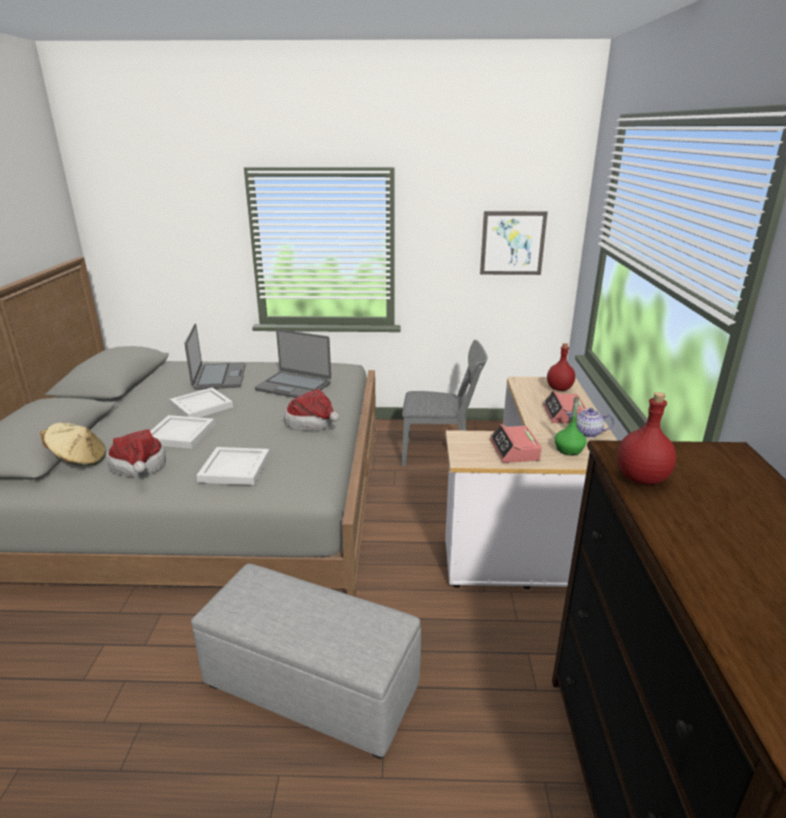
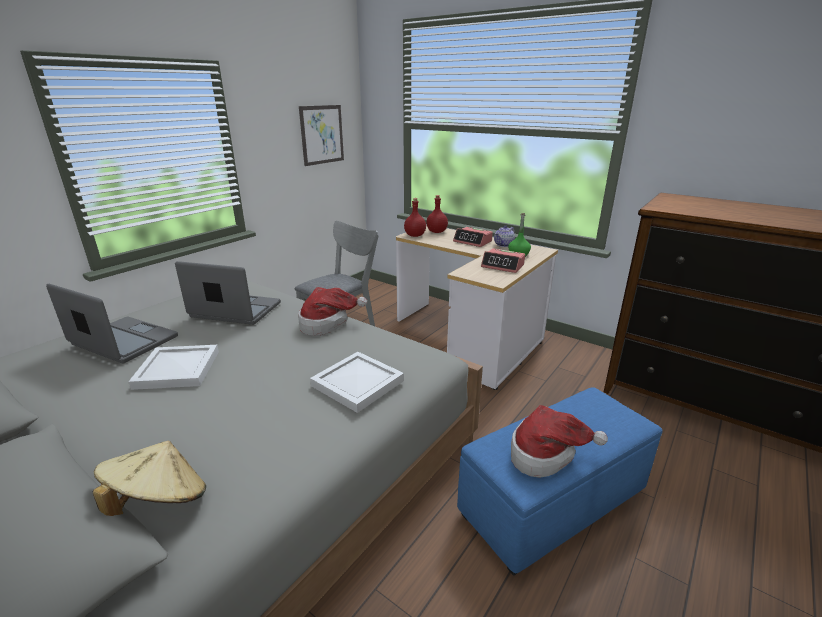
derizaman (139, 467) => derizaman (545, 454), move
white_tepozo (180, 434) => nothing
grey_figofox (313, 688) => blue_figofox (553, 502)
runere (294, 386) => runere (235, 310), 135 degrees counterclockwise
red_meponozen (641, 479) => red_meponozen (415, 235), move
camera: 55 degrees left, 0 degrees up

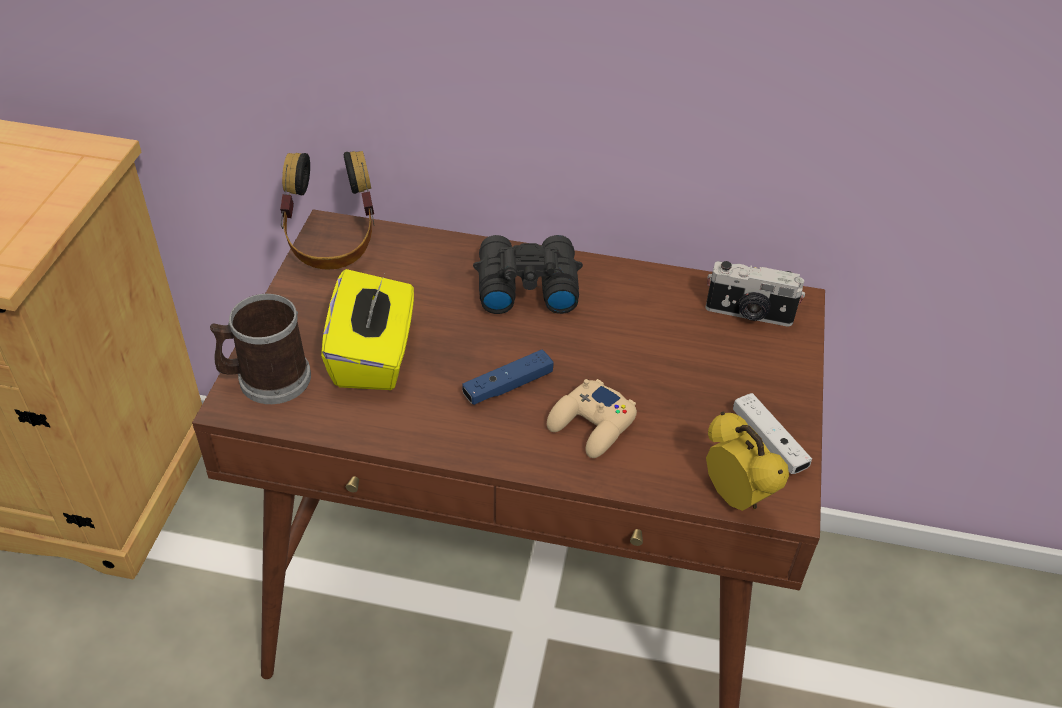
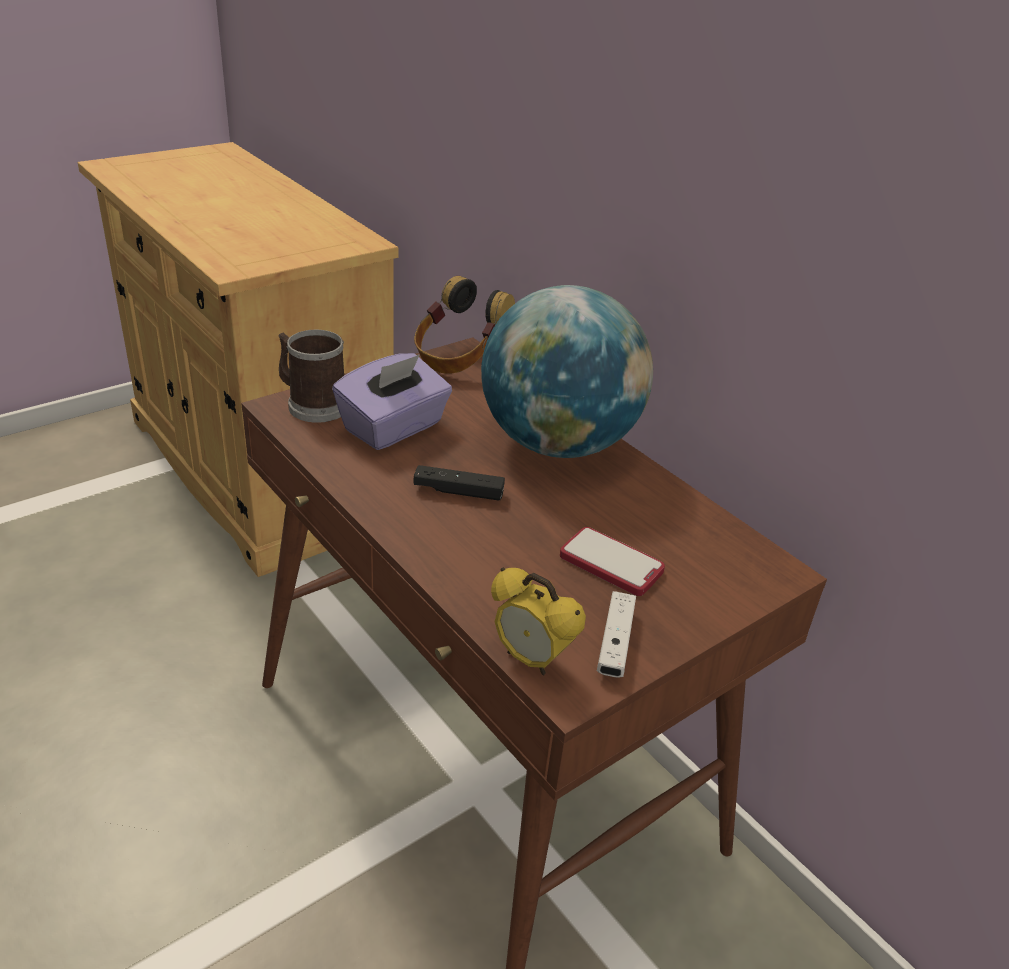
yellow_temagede (374, 356) => purple_temagede (394, 428)
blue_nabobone (508, 386) => black_nabobone (458, 491)
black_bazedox (525, 285) => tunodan (558, 444)
beige_nabobone (592, 425) => nothing
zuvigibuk (749, 314) => nothing
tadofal (735, 497) => tadofal (531, 659), 120 degrees clockwise
nothing => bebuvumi (611, 563)
camera: 40 degrees right, 10 degrees down

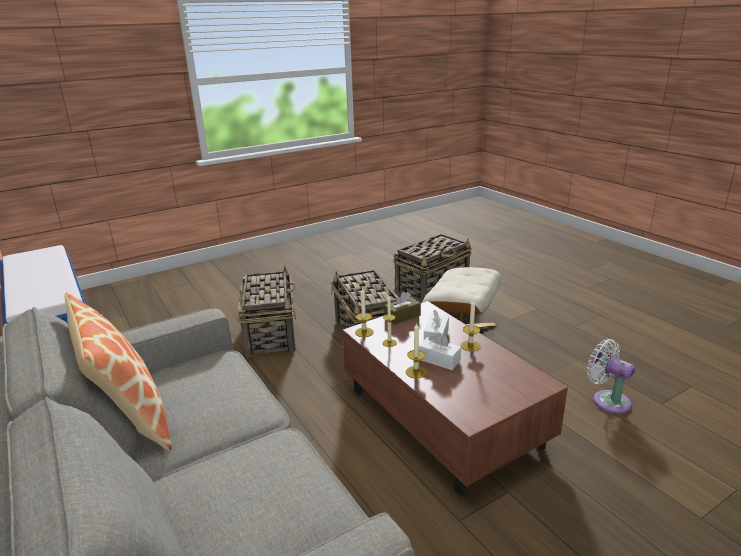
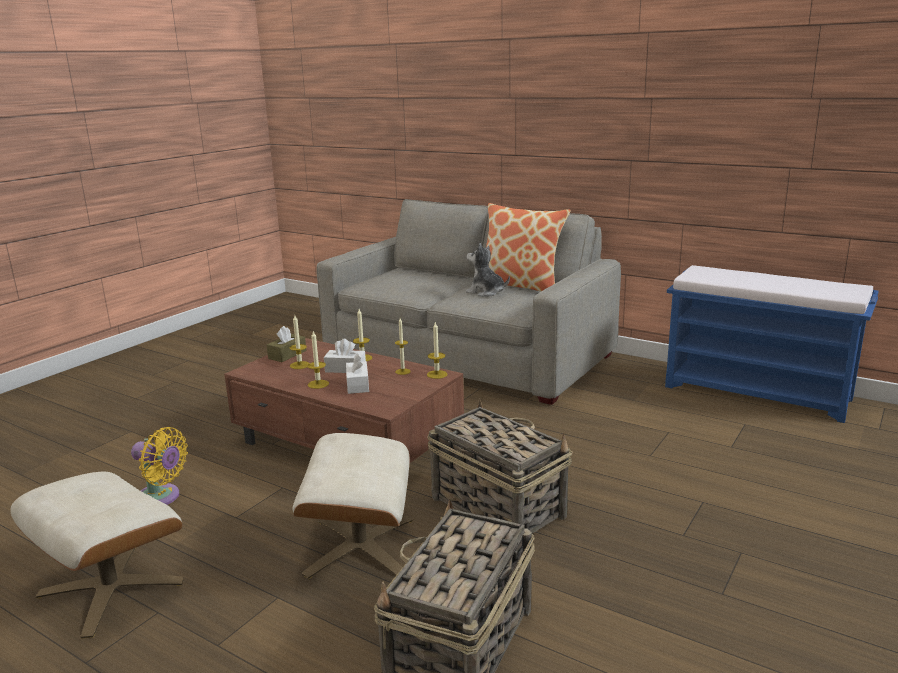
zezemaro (271, 333) => nothing
brown_temagede (402, 316) => brown_temagede (287, 355), move
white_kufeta (607, 400) => yellow_kufeta (161, 498)
nothing => beige_figofox (110, 588)
nothing => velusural (300, 365)
nothing => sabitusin (486, 292)
camera: 155 degrees right, 5 degrees down

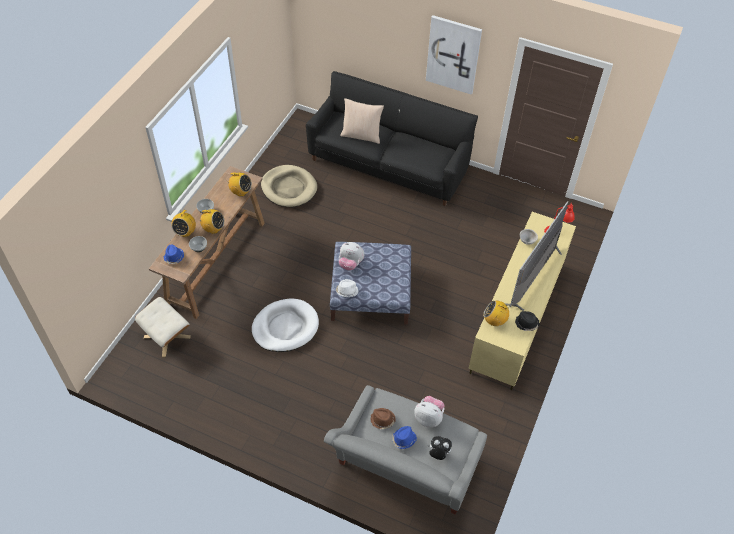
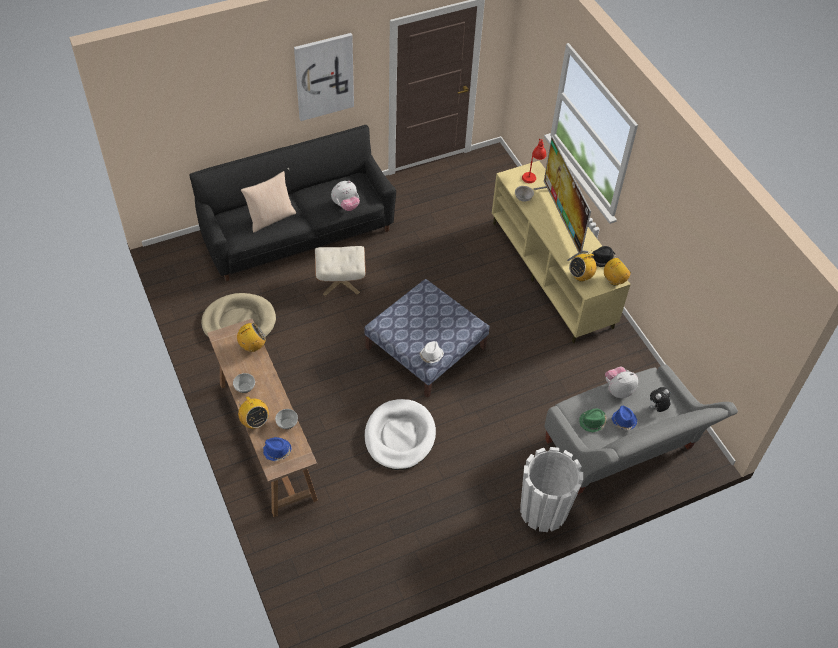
beige_figofox (167, 337) => beige_figofox (341, 281), move
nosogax (213, 229) => nosogax (614, 280), move
sabitusin (350, 264) => sabitusin (346, 205), move
brown_derizaman (382, 420) => green_derizaman (592, 422)
nothing => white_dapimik (543, 510)
camera: 50 degrees left, 0 degrees up

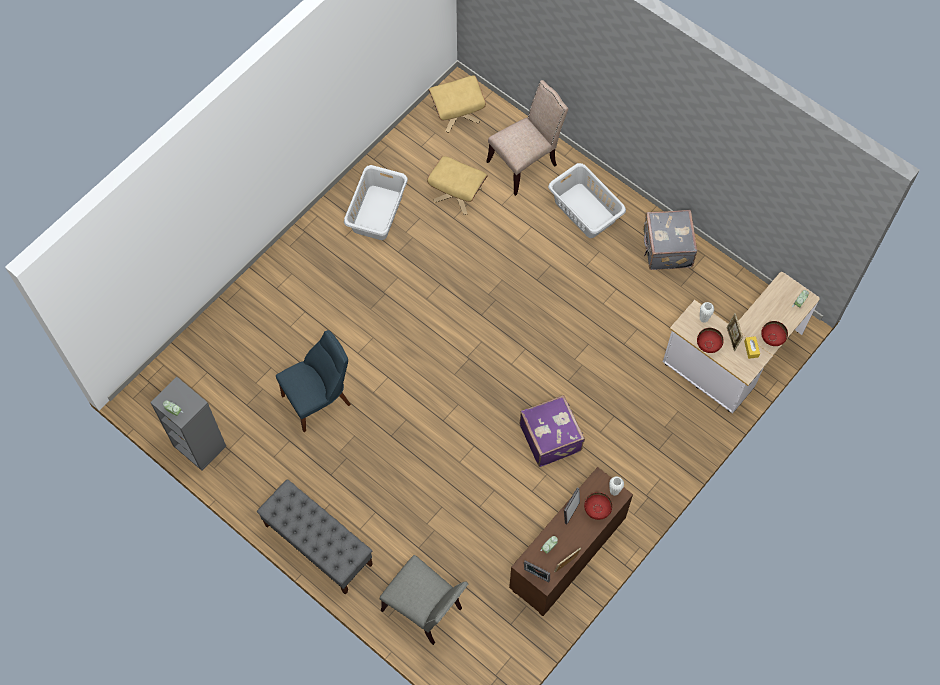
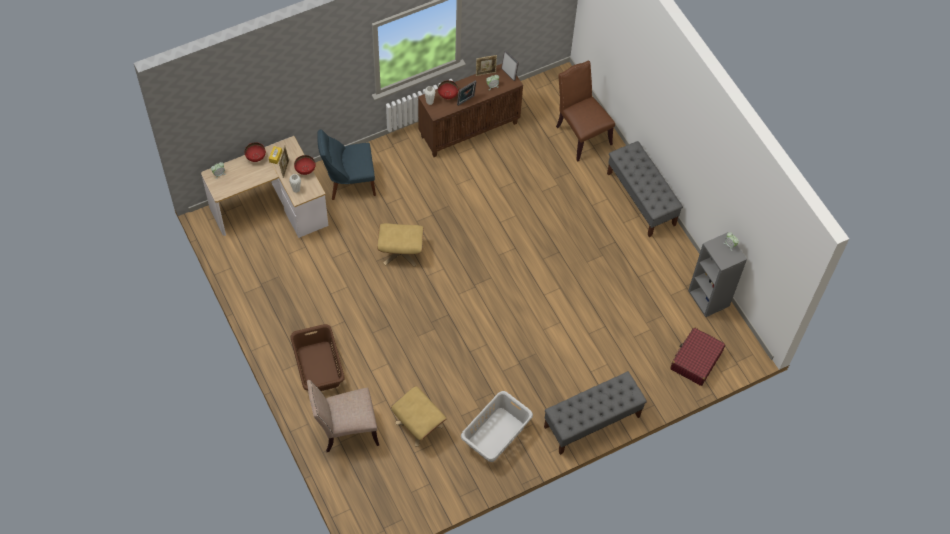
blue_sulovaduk (319, 399) => blue_sulovaduk (349, 183), move
grey_sulovaduk (425, 609) => brown_sulovaduk (581, 134)
beige_figofox (457, 113) => beige_figofox (401, 252), move
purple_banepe (551, 437) => nothing
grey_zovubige (585, 210) => brown_zovubige (318, 367)
grey_banepe (666, 249) => nothing
nothing => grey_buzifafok (591, 422)
nothing => red_banepe (696, 360)
camera: 160 degrees left, 5 degrees down

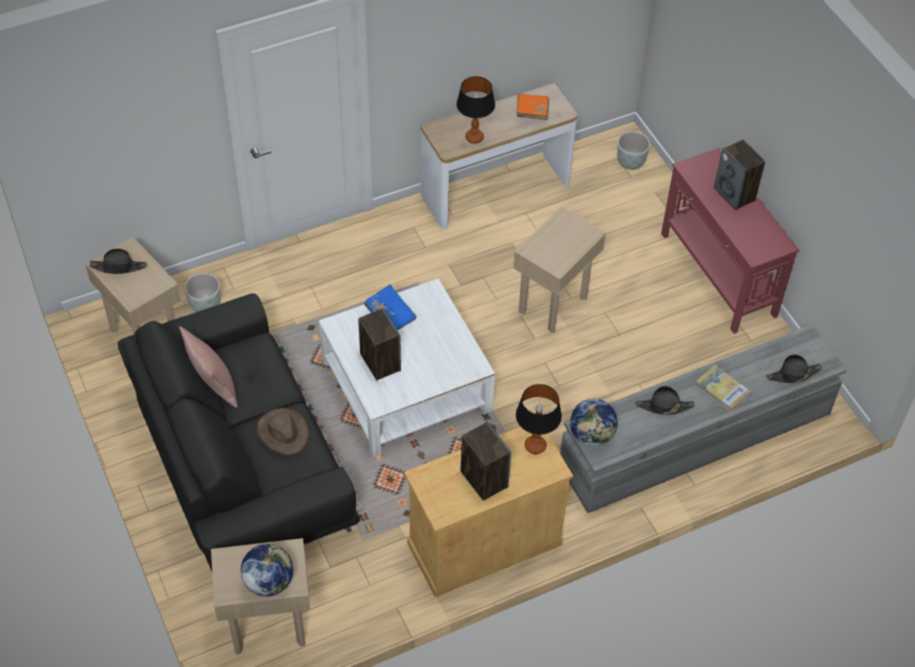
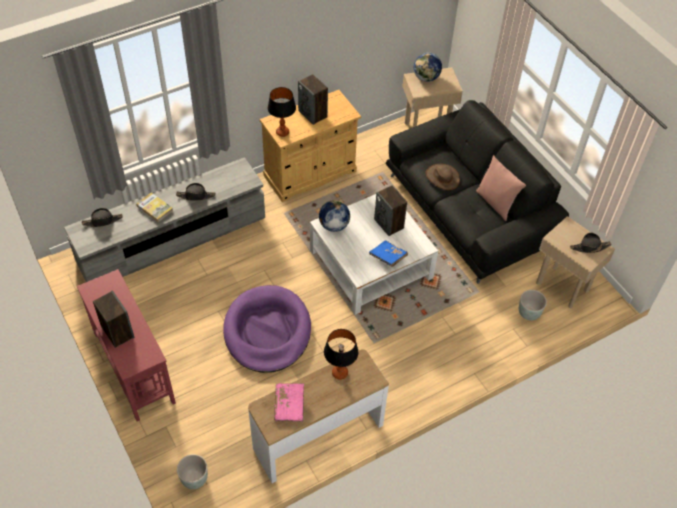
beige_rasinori (553, 304) => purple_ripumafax (267, 331)
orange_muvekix (532, 112) => pink_muvekix (289, 405)
tunodan (592, 435) => tunodan (333, 225), move
camera: 175 degrees right, 0 degrees up

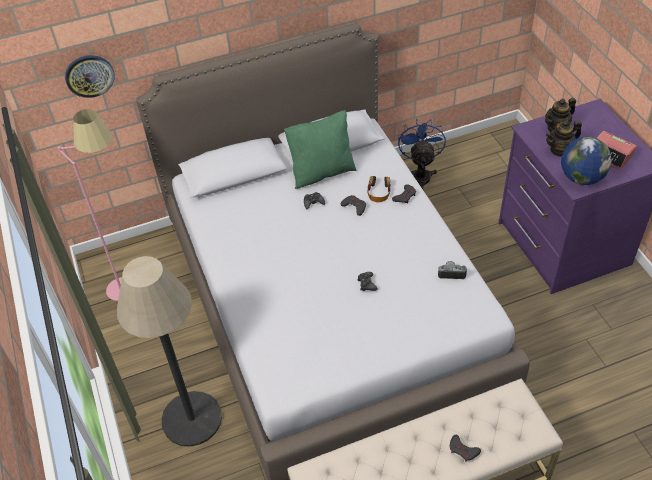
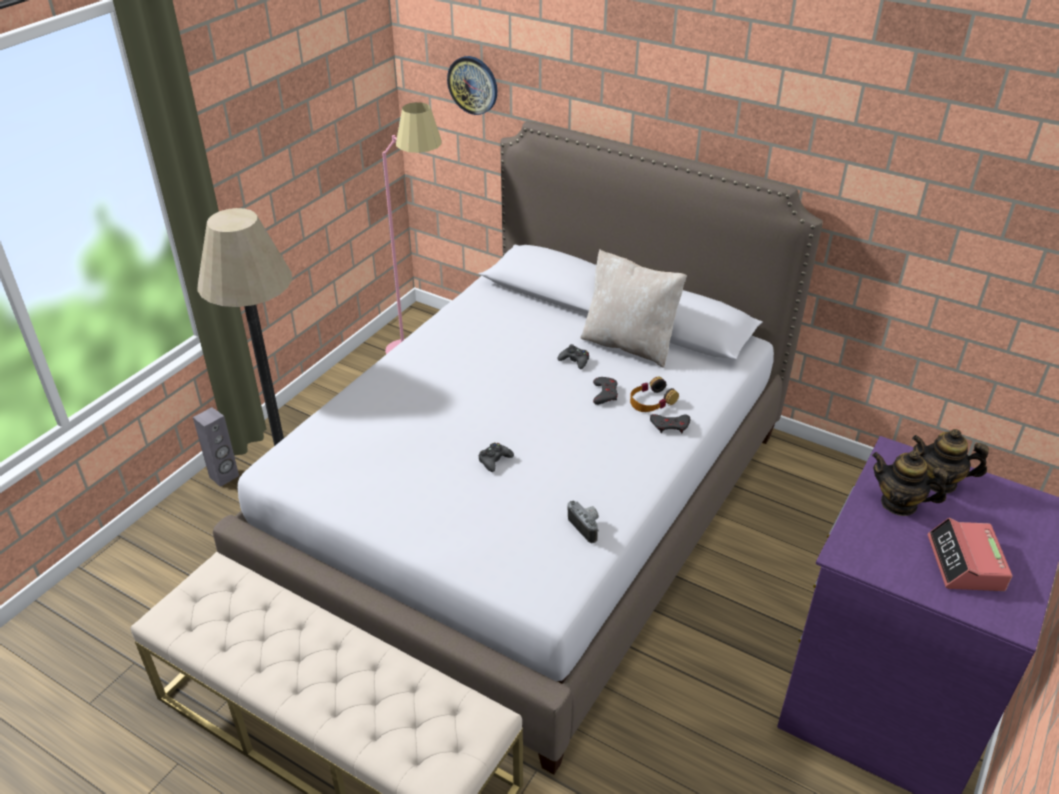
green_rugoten (322, 172) => beige_rugoten (629, 344)
blue_kufeta (420, 174) => nothing
grey_nabobone (463, 450) => nothing
tunodan (581, 178) => nothing
nothing => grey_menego (224, 476)
camera: 50 degrees right, 10 degrees down

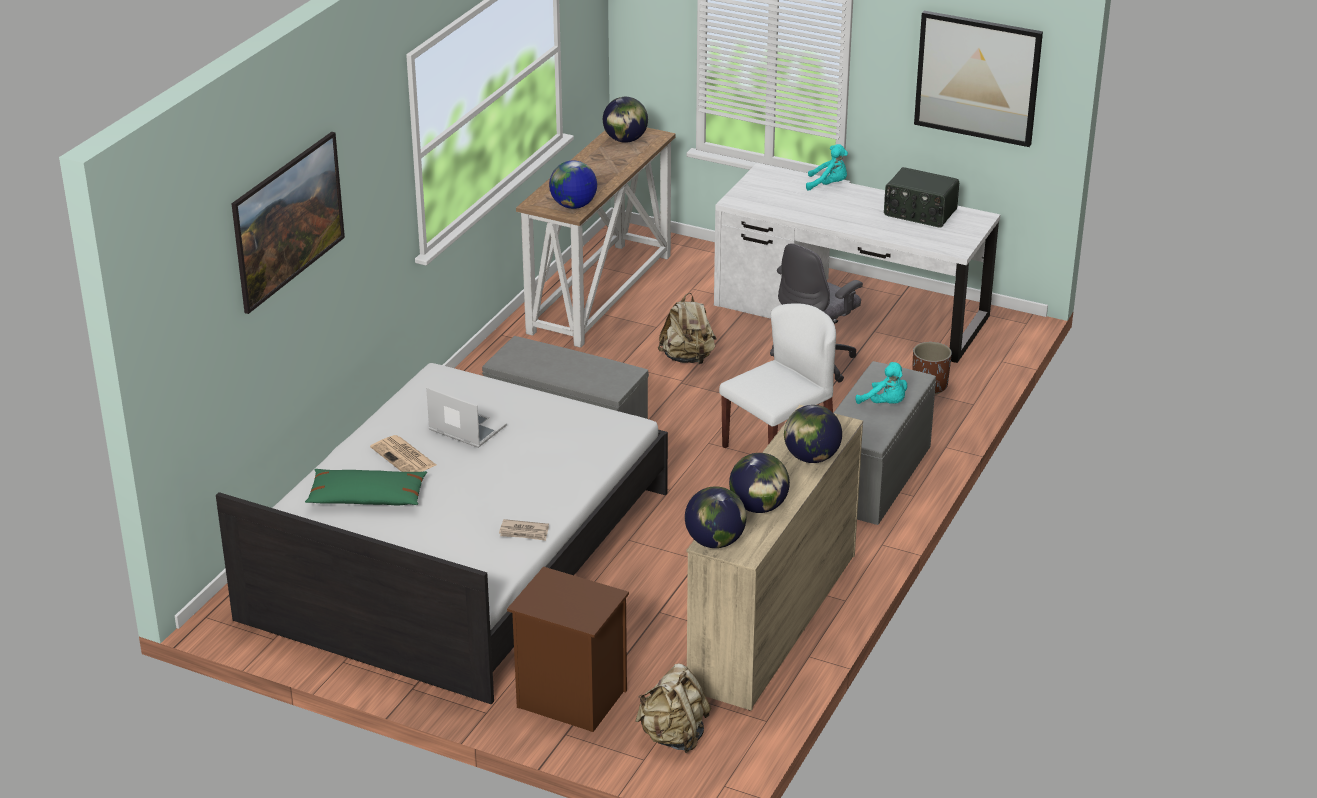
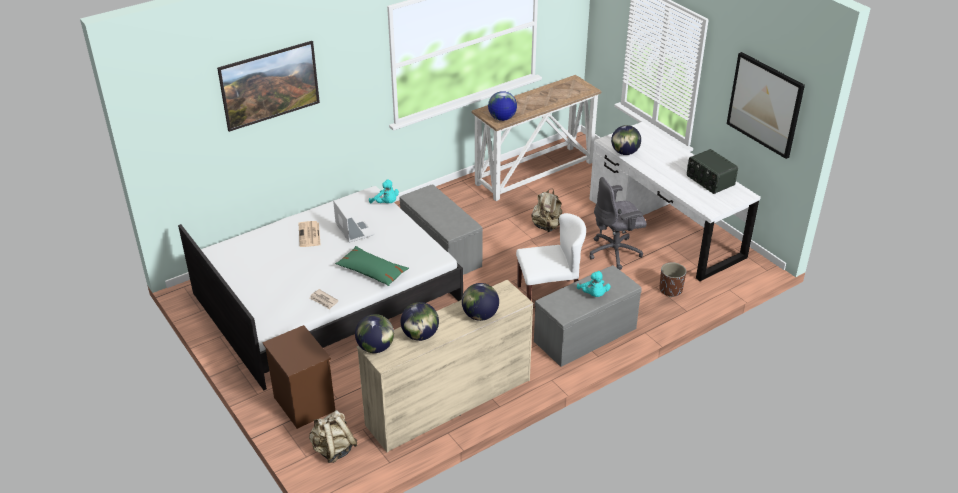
green_rugoten (367, 498) => green_rugoten (372, 272), move
tunodan (625, 140) => tunodan (624, 152), move
turquoise_sabitusin (828, 185) => turquoise_sabitusin (386, 203), move
camera: 30 degrees right, 5 degrees up

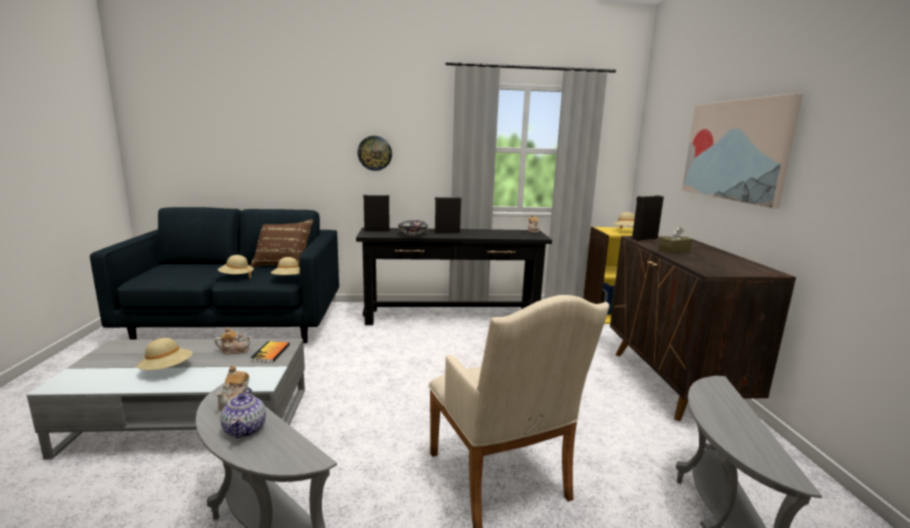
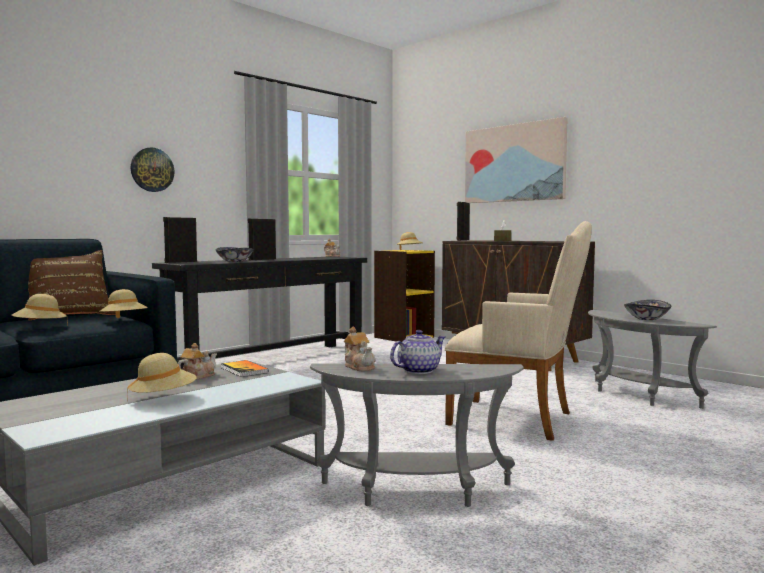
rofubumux (245, 429) => rofubumux (418, 371), 75 degrees counterclockwise
nothing => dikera (646, 319)
camera: 40 degrees left, 10 degrees down

